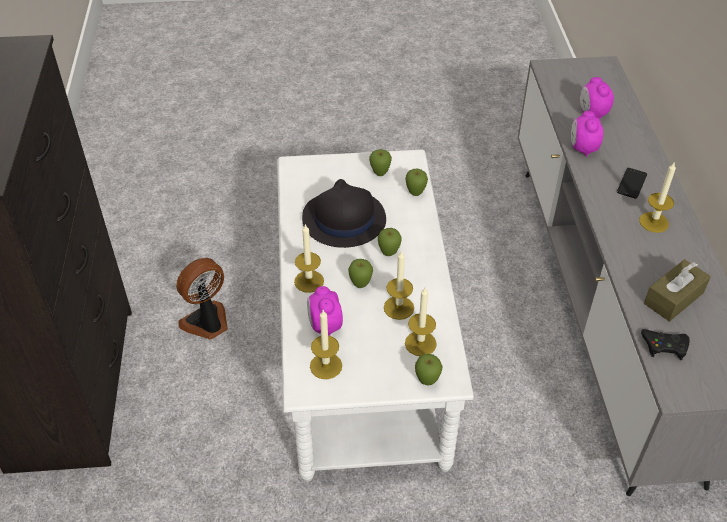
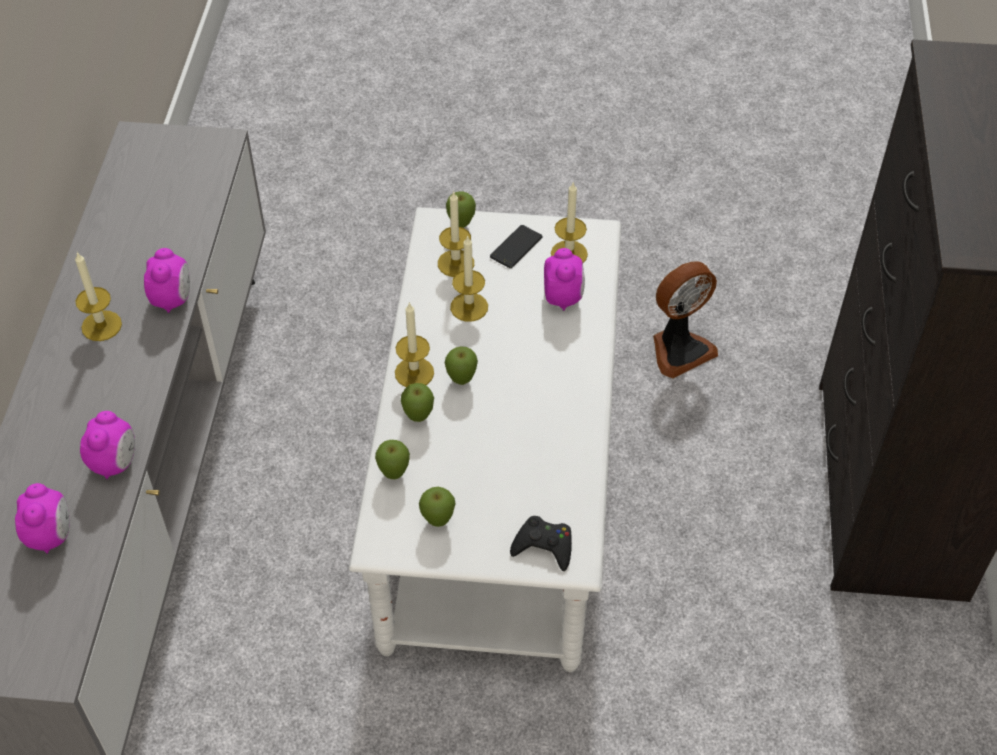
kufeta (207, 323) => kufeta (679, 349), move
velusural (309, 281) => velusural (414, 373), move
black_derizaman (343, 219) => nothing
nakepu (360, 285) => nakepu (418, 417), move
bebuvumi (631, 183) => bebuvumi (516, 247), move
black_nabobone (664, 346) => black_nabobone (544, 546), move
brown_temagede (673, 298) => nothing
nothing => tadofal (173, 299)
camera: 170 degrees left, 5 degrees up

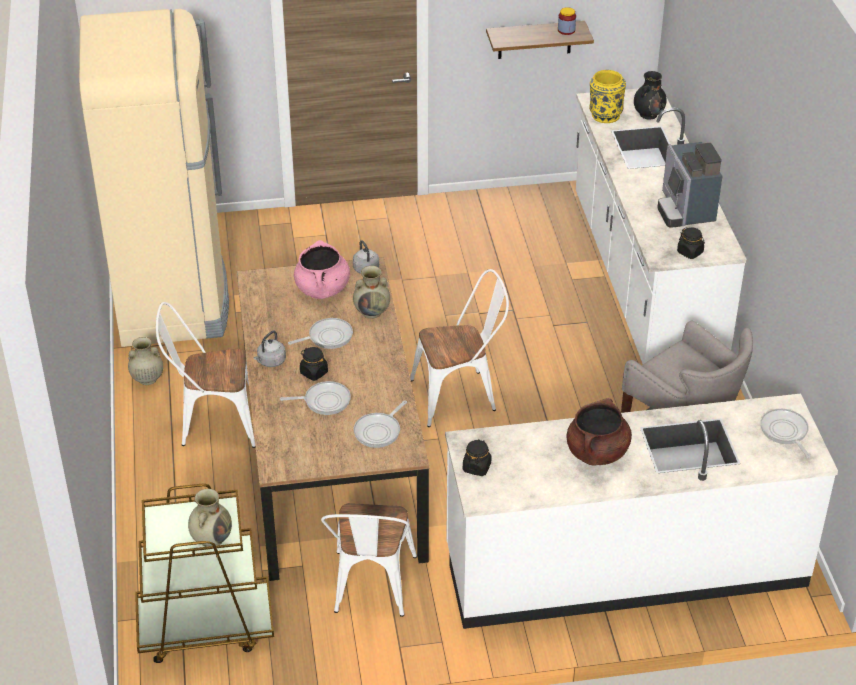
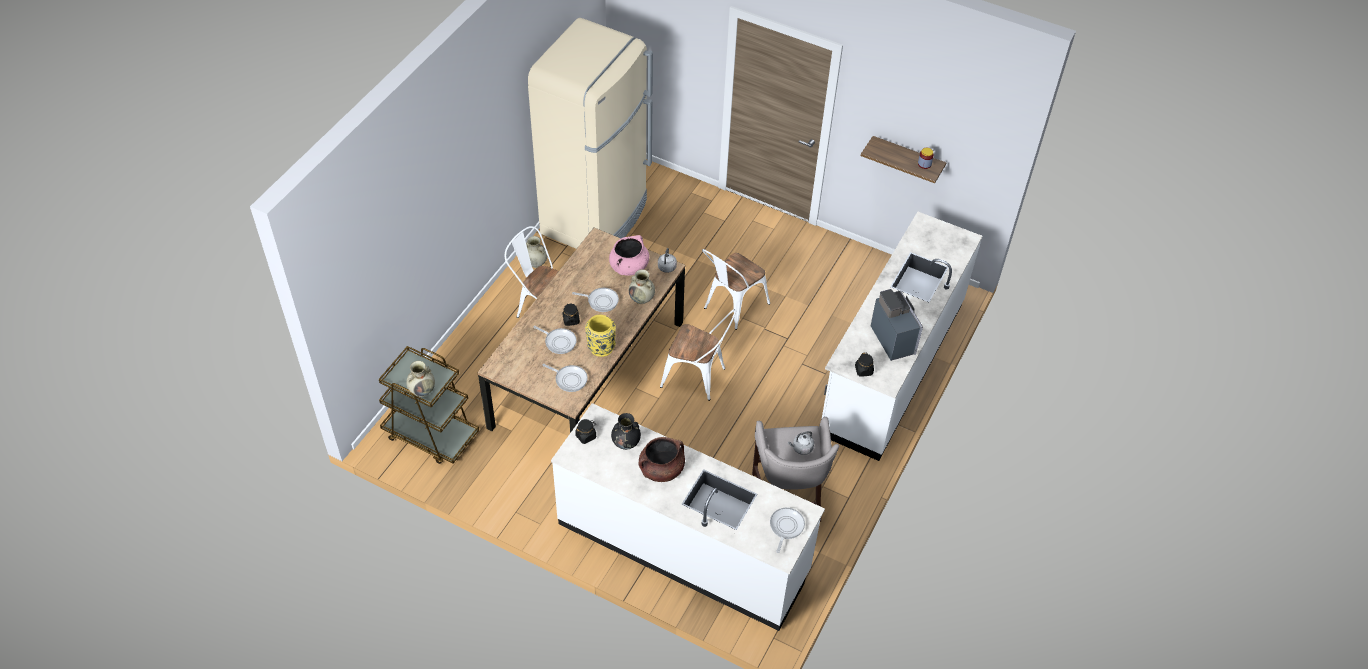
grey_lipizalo (270, 362) => grey_lipizalo (801, 448), move
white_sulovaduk (371, 590) => white_sulovaduk (732, 307), move
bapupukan (379, 431) => bapupukan (569, 379), 135 degrees counterclockwise
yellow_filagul (605, 115) => yellow_filagul (601, 347), move
black_filagul (648, 114) => black_filagul (626, 443), move
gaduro (685, 210) => gaduro (894, 338), 135 degrees clockwise
camera: 35 degrees right, 10 degrees up

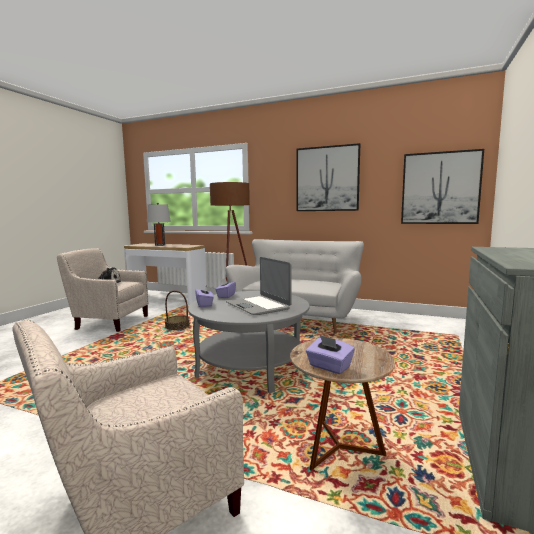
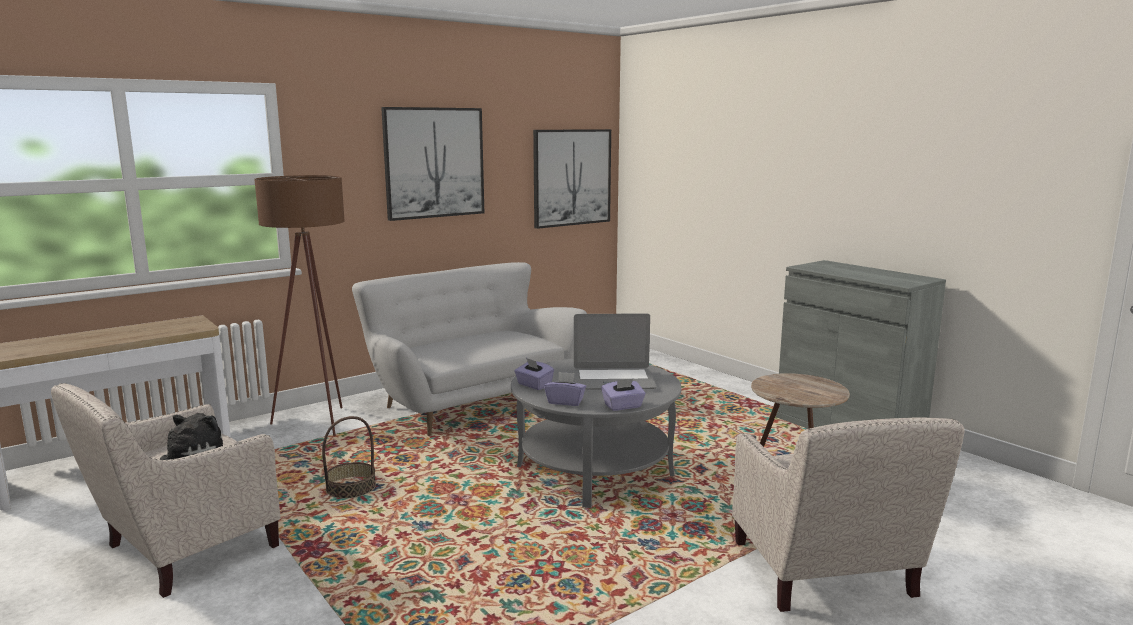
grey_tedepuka (160, 245) => nothing
purple_temagede (329, 367) => purple_temagede (623, 406), move
camera: 60 degrees left, 5 degrees up

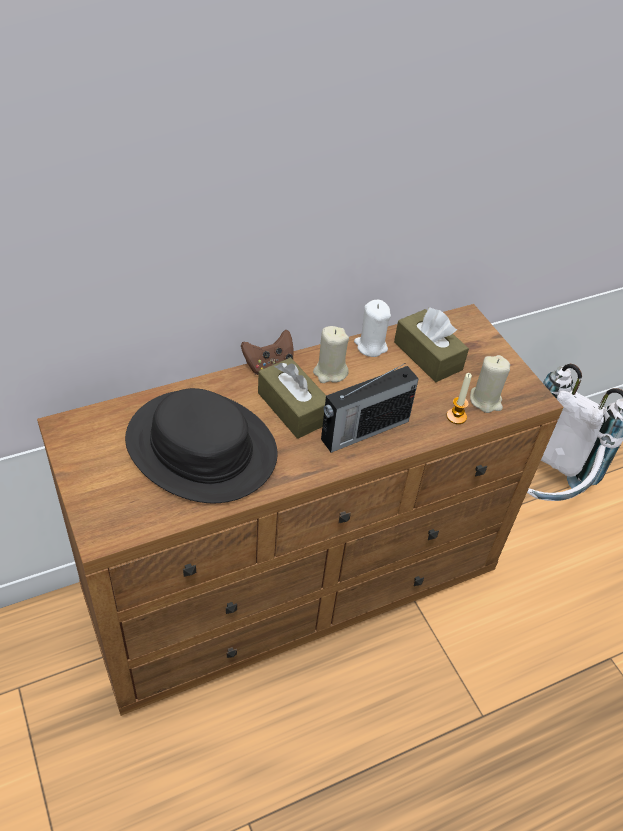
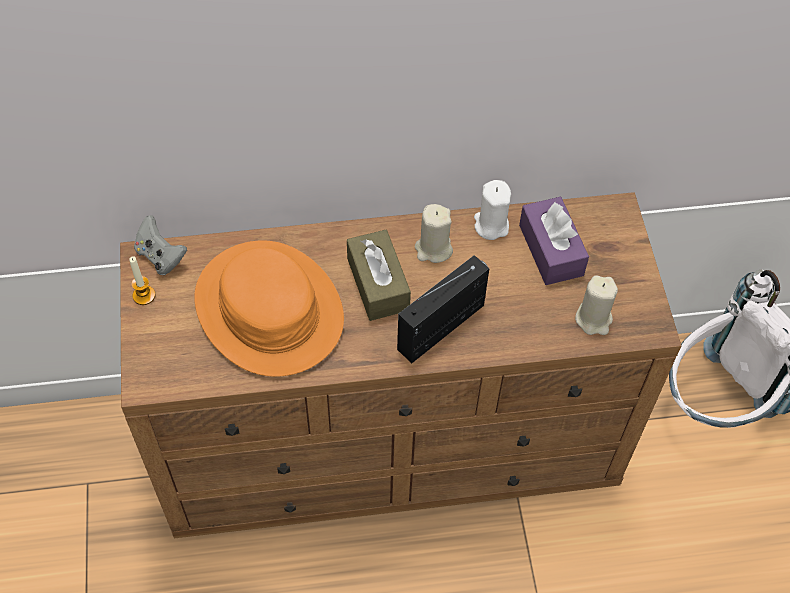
black_derizaman (201, 448) => orange_derizaman (268, 310)
brown_nabobone (269, 364) => nothing
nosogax (363, 430) => nosogax (443, 326), 150 degrees clockwise
brown_temagede (427, 356) => purple_temagede (551, 250)
velusural (456, 416) => velusural (144, 295), move
nothing => grey_nabobone (160, 256)
camera: 20 degrees right, 10 degrees up

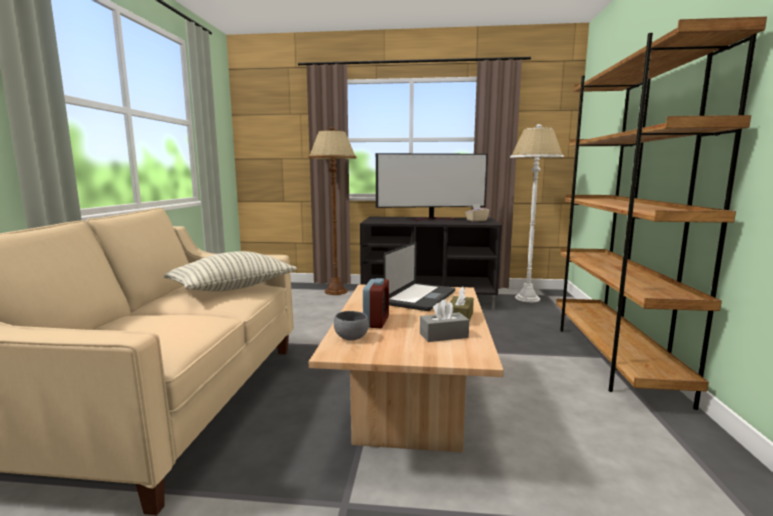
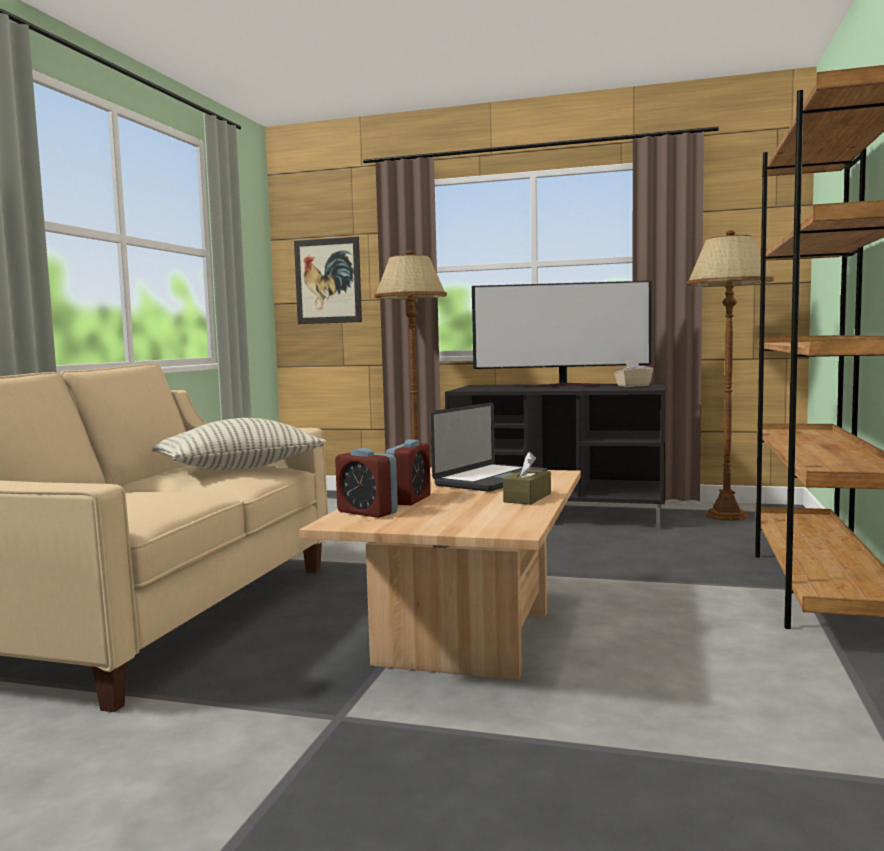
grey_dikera (352, 338) => tadofal (367, 512)
grey_temagede (443, 335) => nothing
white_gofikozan (527, 298) => brown_gofikozan (726, 515)
nothing => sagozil (328, 281)
camera: 10 degrees right, 5 degrees down

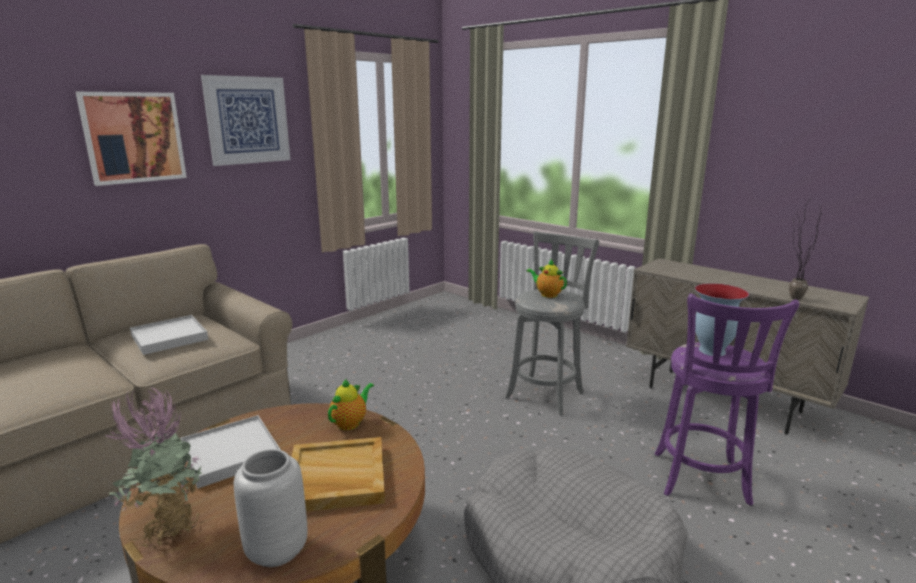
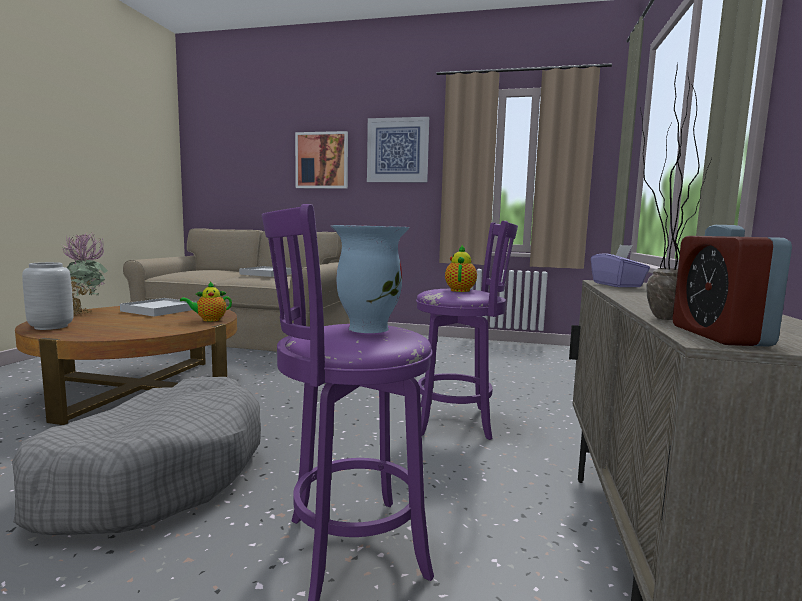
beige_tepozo (336, 478) => nothing
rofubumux (350, 423) => rofubumux (209, 320), 150 degrees clockwise
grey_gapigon (546, 393) => purple_gapigon (458, 421)
nothing => purple_temagede (617, 285)
nothing => tadofal (719, 335)
camera: 60 degrees right, 10 degrees down

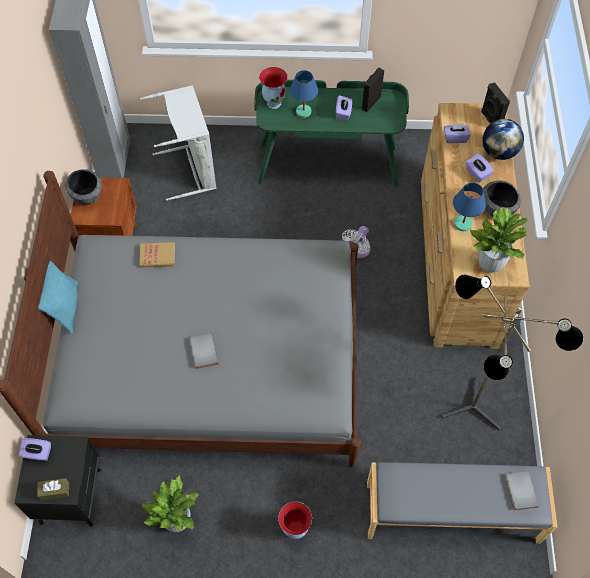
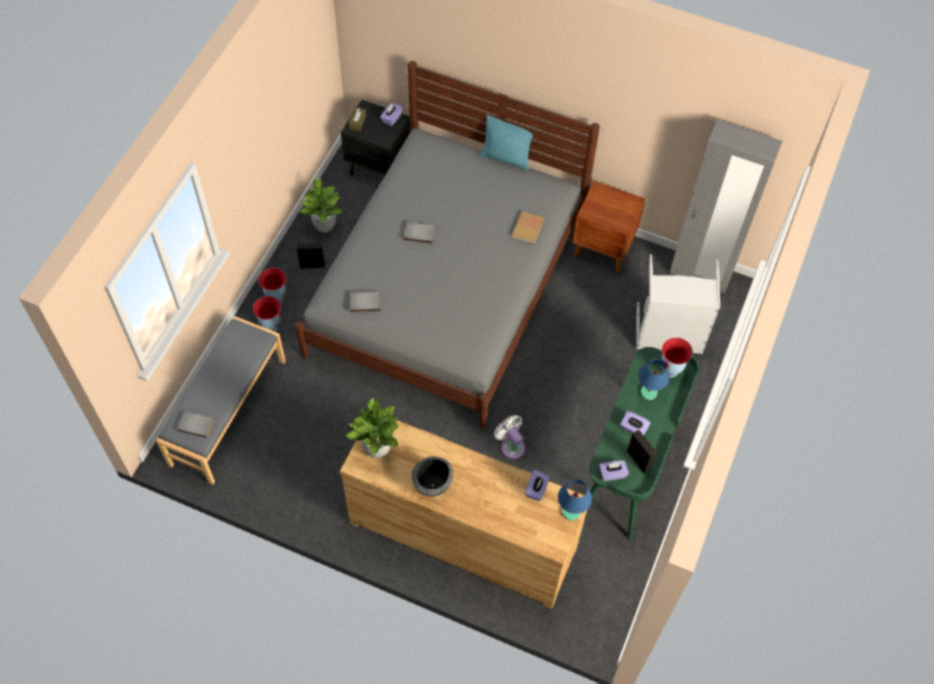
dikera (88, 197) => nothing
gofikozan (468, 413) => nothing
blue_tedepuka (463, 223) => blue_tedepuka (571, 512), move
purple_temagede (477, 173) => purple_temagede (612, 473), move
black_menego (490, 120) => black_menego (312, 264), move
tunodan (499, 152) => nothing
nothing => filagul (271, 326)
nothing => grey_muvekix (365, 301)
camera: 110 degrees right, 0 degrees up

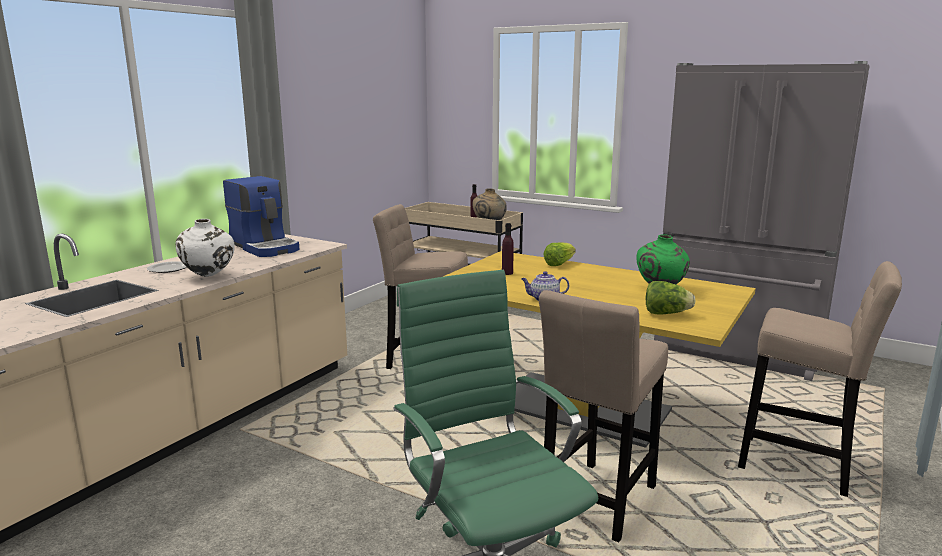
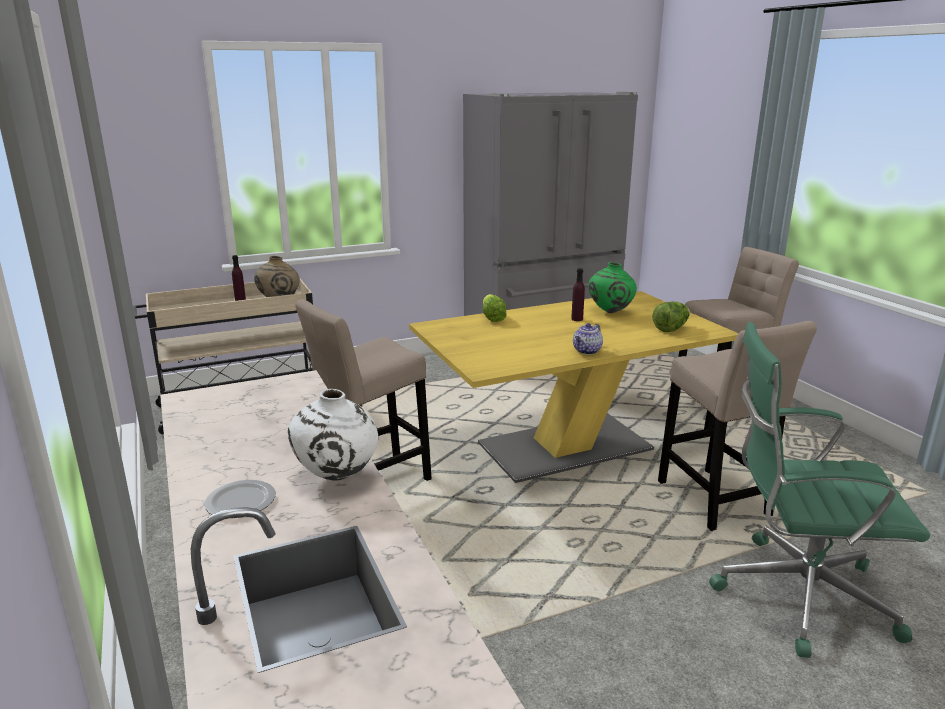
gaduro (265, 247) => nothing
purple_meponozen (507, 273) => purple_meponozen (577, 319), move
camera: 55 degrees left, 5 degrees up

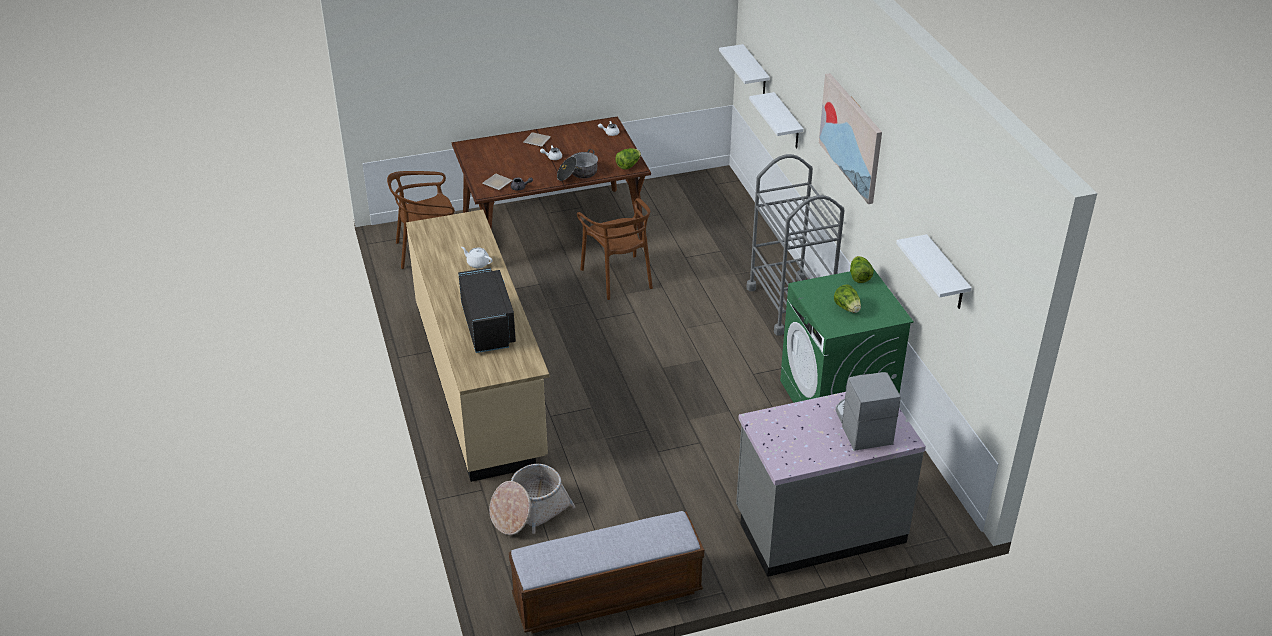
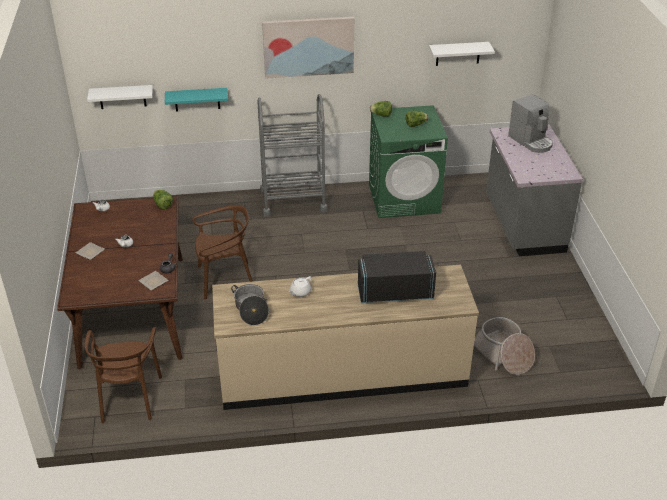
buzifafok (607, 595) => nothing
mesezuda (577, 174) => mesezuda (251, 310), move
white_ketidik (787, 122) => turquoise_ketidik (197, 99)
gaduro (862, 426) => gaduro (531, 141), 120 degrees counterclockwise
camera: 80 degrees left, 0 degrees up

